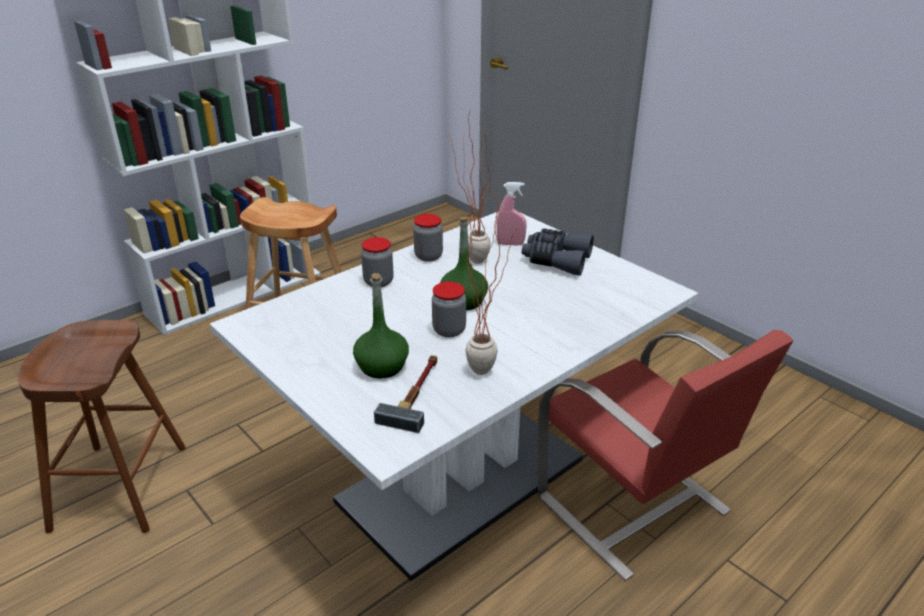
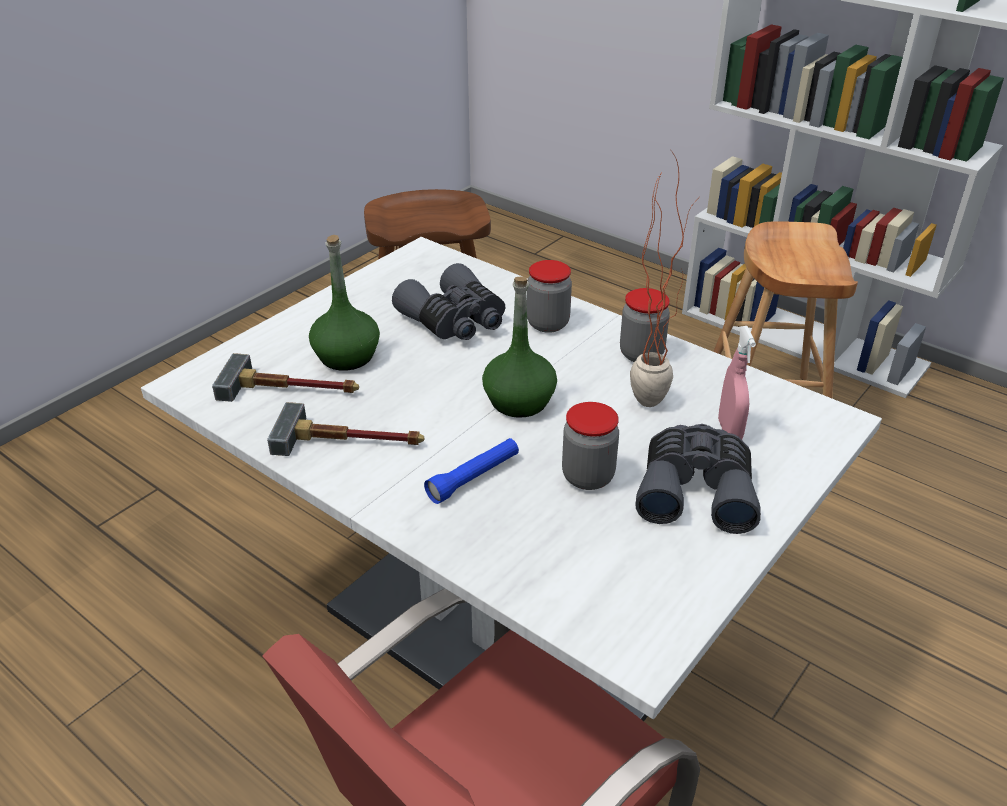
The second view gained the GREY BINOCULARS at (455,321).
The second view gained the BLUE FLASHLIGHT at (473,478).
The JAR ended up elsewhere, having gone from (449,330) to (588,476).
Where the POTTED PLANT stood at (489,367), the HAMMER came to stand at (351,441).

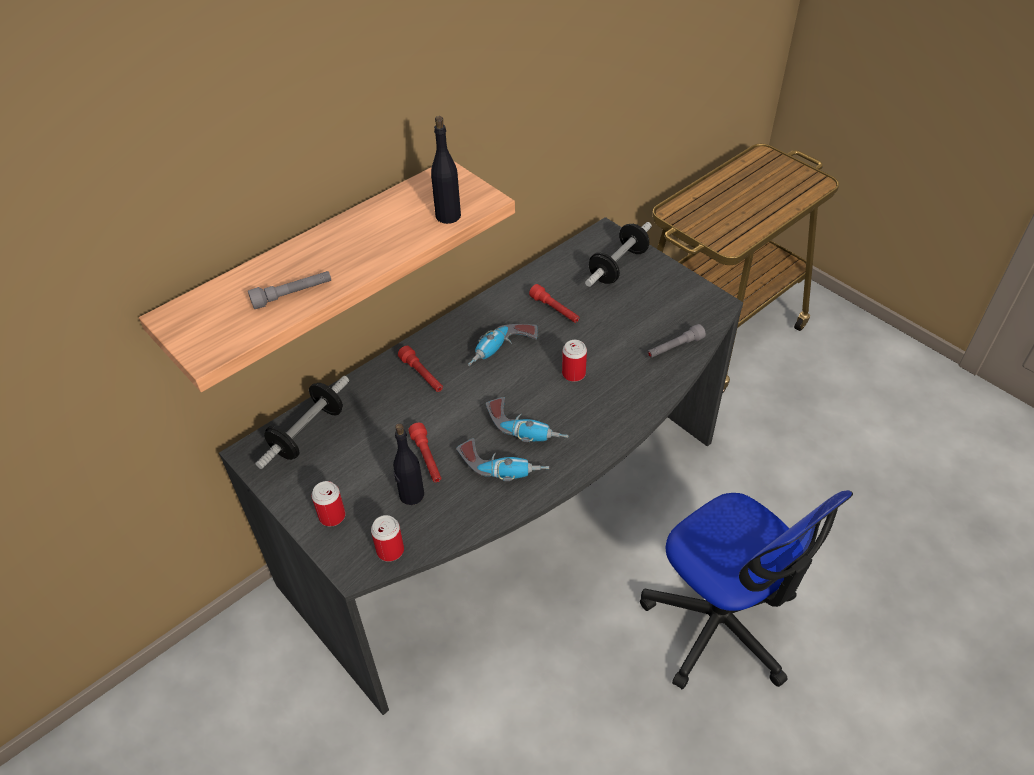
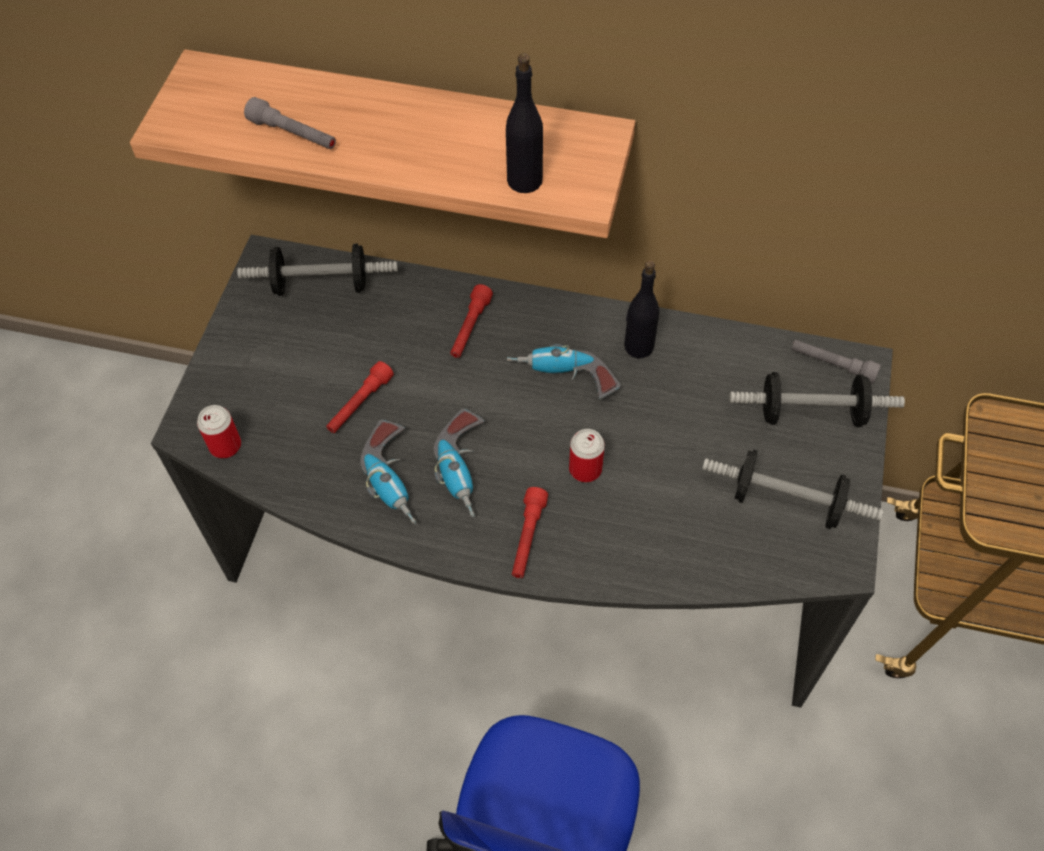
The second view lost the CAN at (332,516).
The second view gained the DUMBBELL at (786,502).
The BLACK BOTTLE ended up elsewhere, having gone from (411,495) to (638,346).
The RED FLASHLIGHT ended up elsewhere, having gone from (555,310) to (527,538).
The GREY FLASHLIGHT ended up elsewhere, having gone from (674,348) to (832,365).

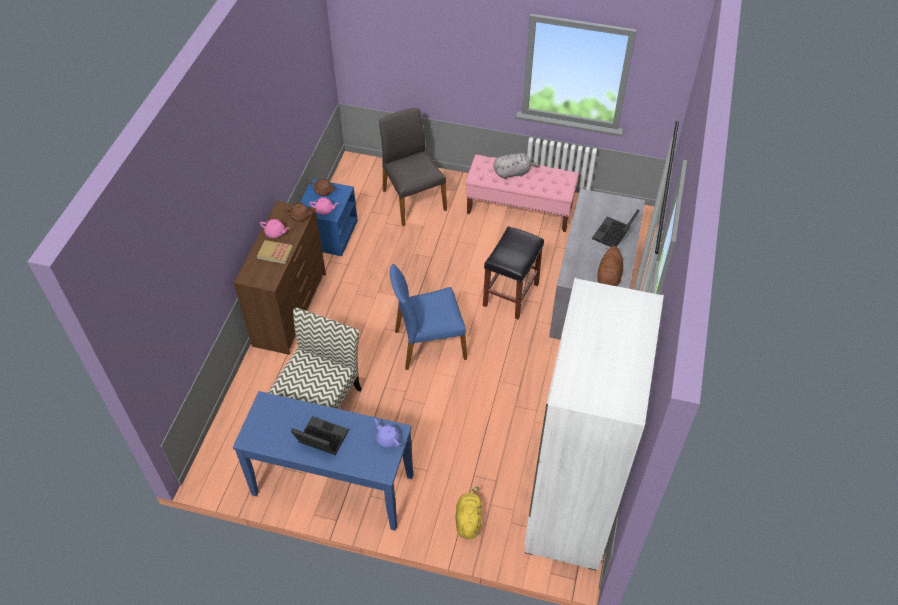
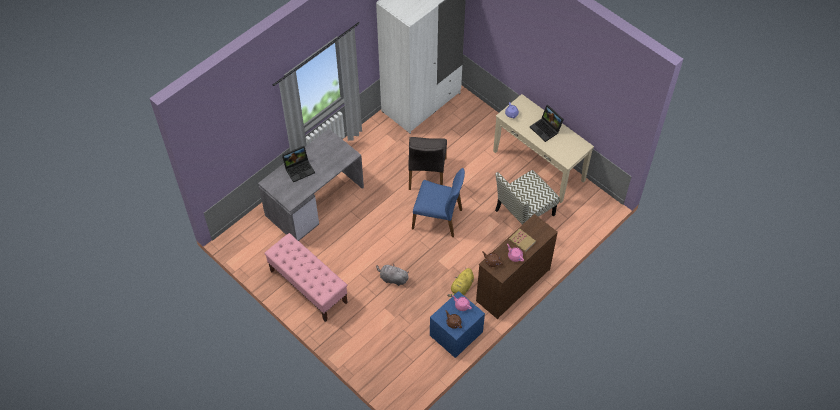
The second view lost the BLACK STOOL at (510,294).
The second view lost the BROWN PLUSH TOY at (608,278).
The GREY CHAIR ended up elsewhere, having gone from (413,200) to (426,174).
The YELLOW PLUSH TOY ended up elsewhere, having gone from (468,519) to (461,288).
The GREY PLUSH TOY ended up elsewhere, having gone from (513,173) to (392,278).
What was the BLUE CONSOLE TABLE at (332,485) turned into the BEIGE CONSOLE TABLE at (539,165).

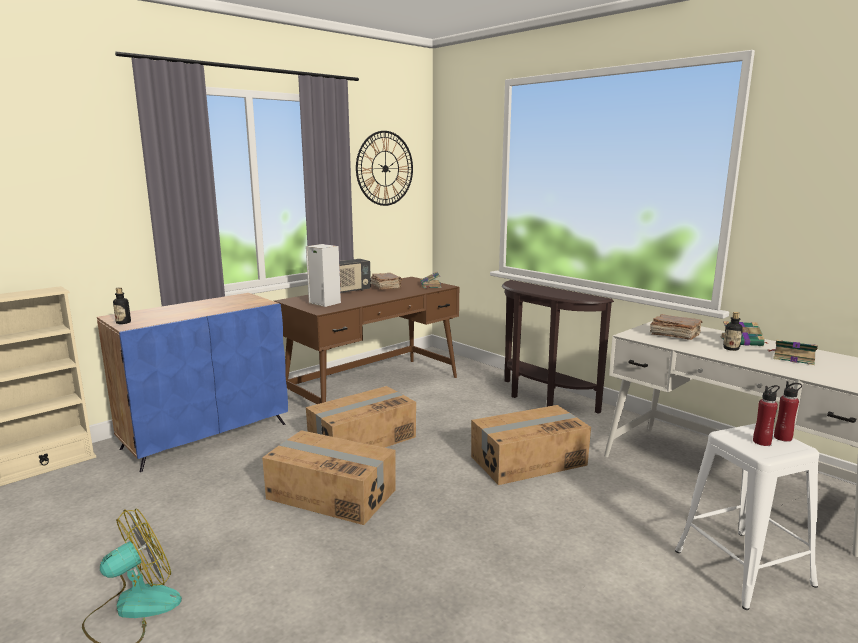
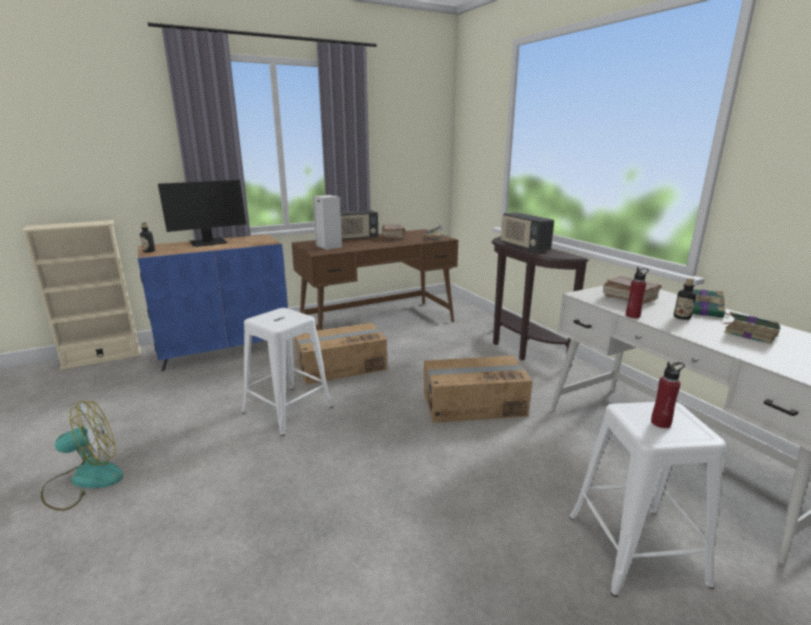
The second view lost the WALL CLOCK at (385,168).
The second view gained the MONITOR at (208,243).
The second view gained the RADIO at (524,247).
The RED BOTTLE ended up elsewhere, having gone from (783,438) to (633,316).
Where the CARDBOARD BOX stood at (331,494), the WHITE STOOL came to stand at (288,409).

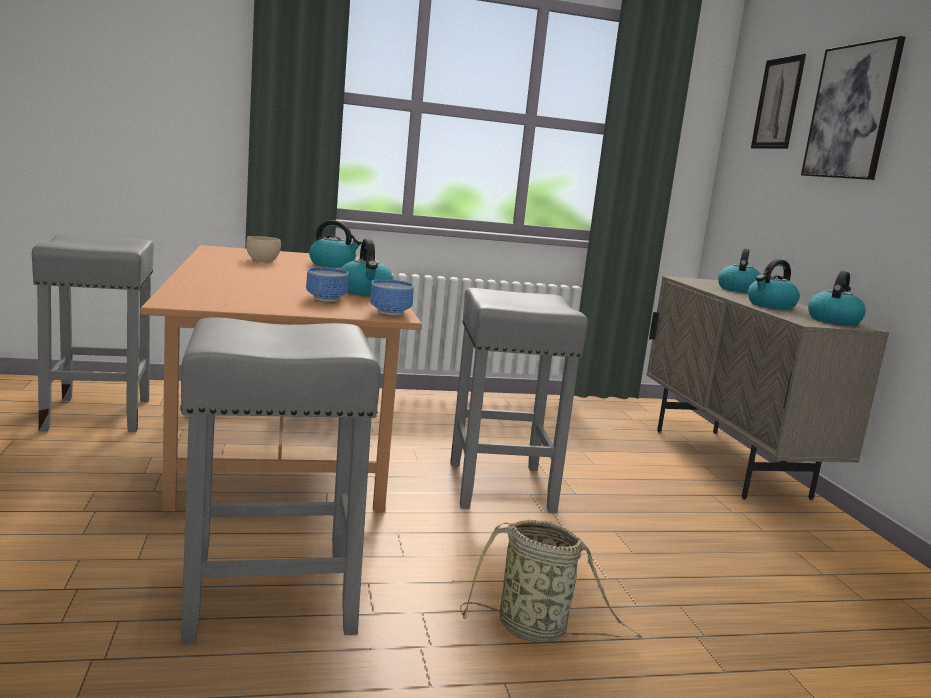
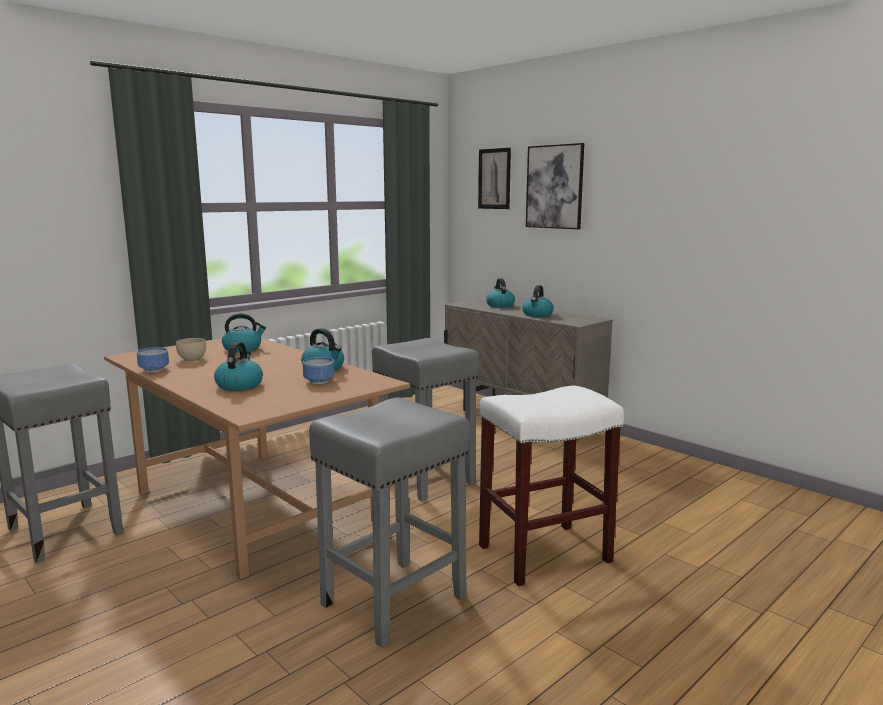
The BOWL ended up elsewhere, having gone from (390,312) to (153,369).
The KETTLE ended up elsewhere, having gone from (833,320) to (239,385).
Where the BASKET stood at (537,630), the WHITE STOOL came to stand at (545,553).

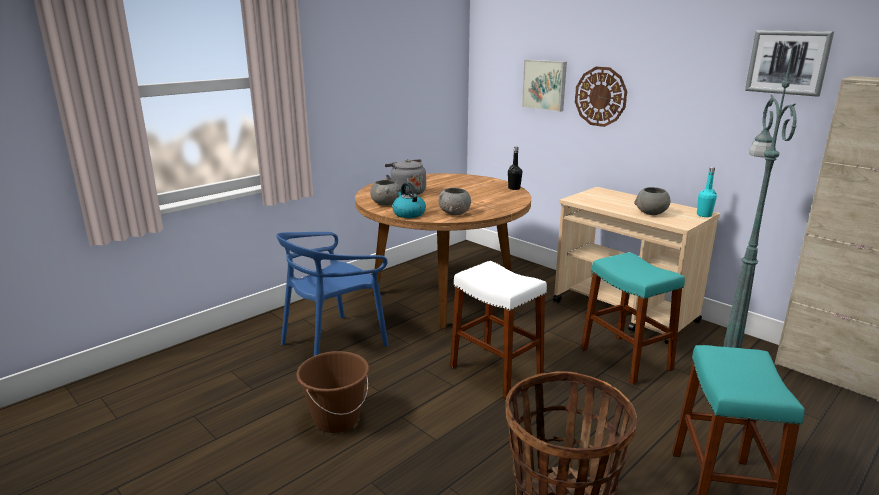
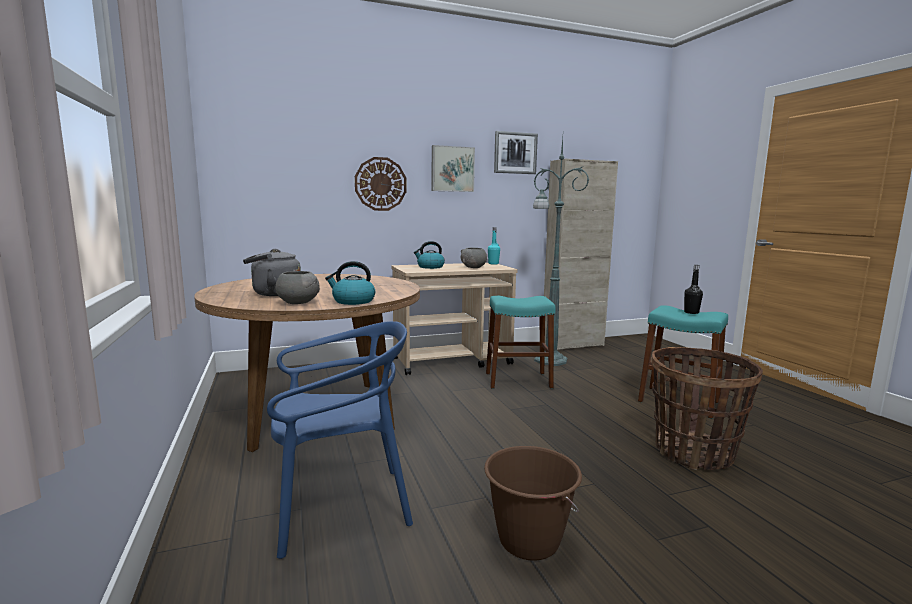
The second view lost the GREY BOWL at (454,213).
The second view lost the WHITE STOOL at (496,371).
The second view gained the KETTLE at (430,267).
The BLACK BOTTLE ended up elsewhere, having gone from (514,188) to (691,312).
The PICTURE ended up elsewhere, having gone from (545,85) to (452,169).
The BLUE CHAIR at (334,342) ended up facing another way, 90 degrees counterclockwise from before.

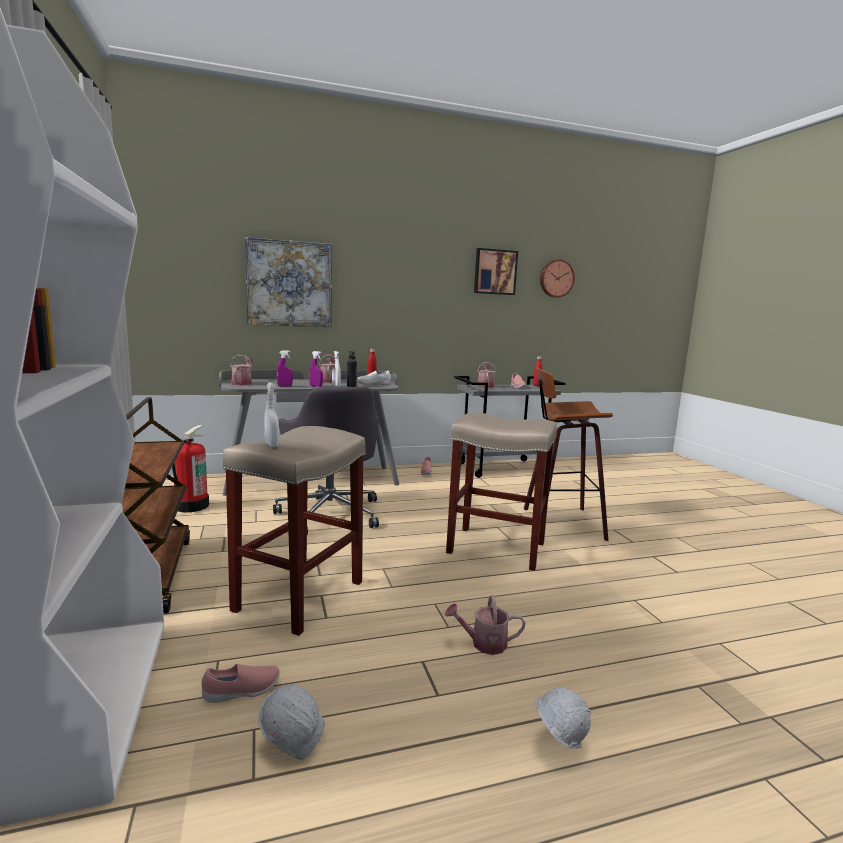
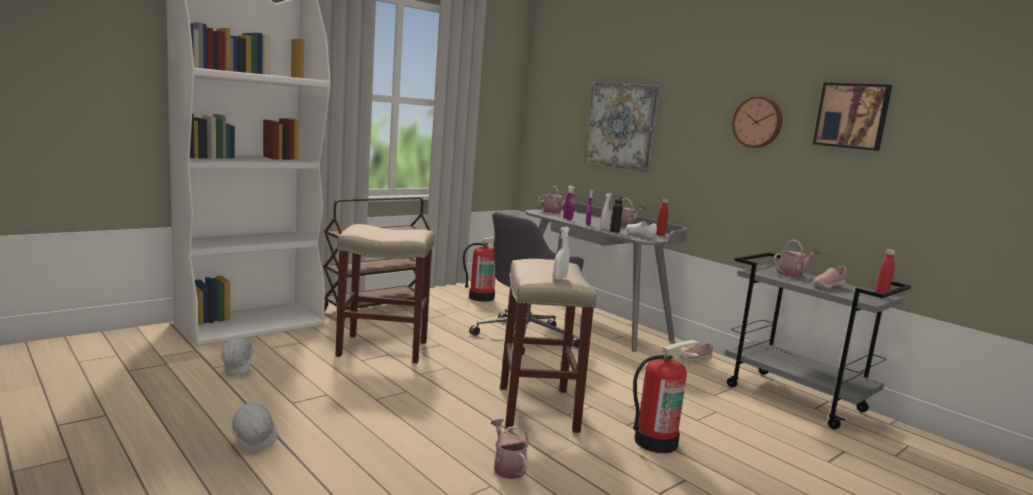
The second view lost the PINK SHOE at (242,692).
The WHITE SPRAY BOTTLE ended up elsewhere, having gone from (272,445) to (560,278).
The WATERING CAN ended up elsewhere, having gone from (483,643) to (507,467).
The WALL CLOCK ended up elsewhere, having gone from (556,278) to (758,122).
Where the STOOL stood at (559,522), the FIRE EXTINGUISHER came to stand at (655,441).

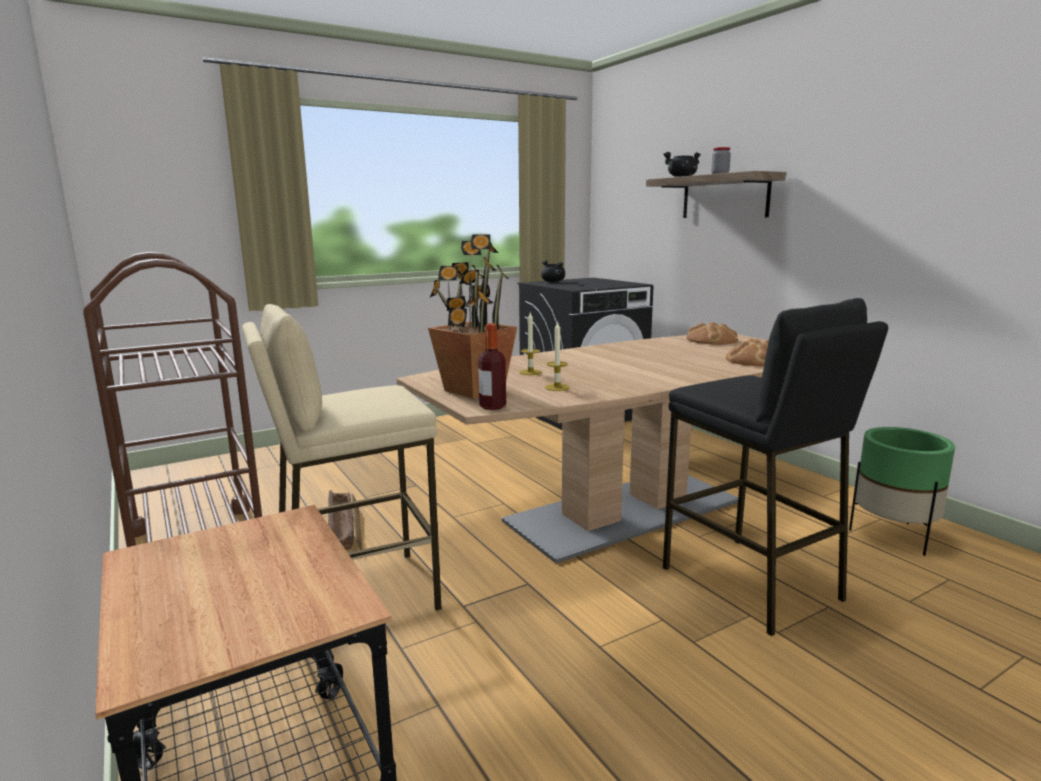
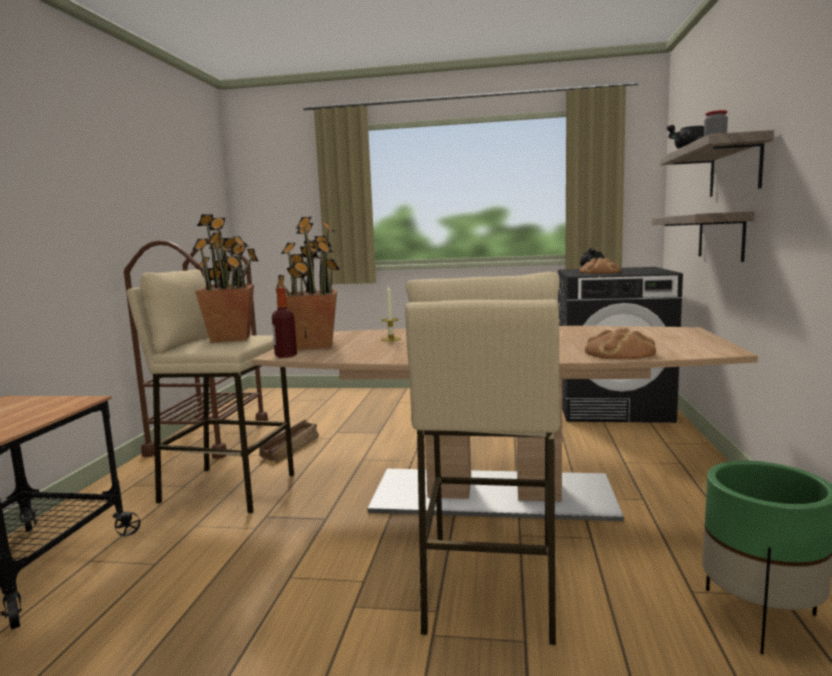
The second view lost the CANDLE at (557,387).
The second view gained the POTTED PLANT at (231,338).
The second view gained the SHELF at (720,236).
The BREAD ended up elsewhere, having gone from (712,340) to (600,272).
What was the BLACK STOOL at (751,583) turned into the BEIGE STOOL at (489,589).

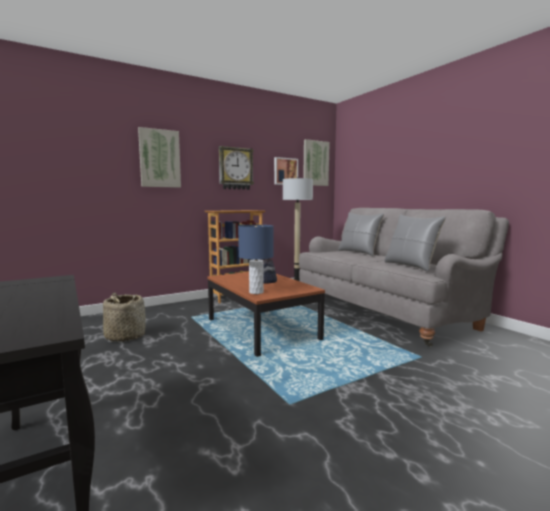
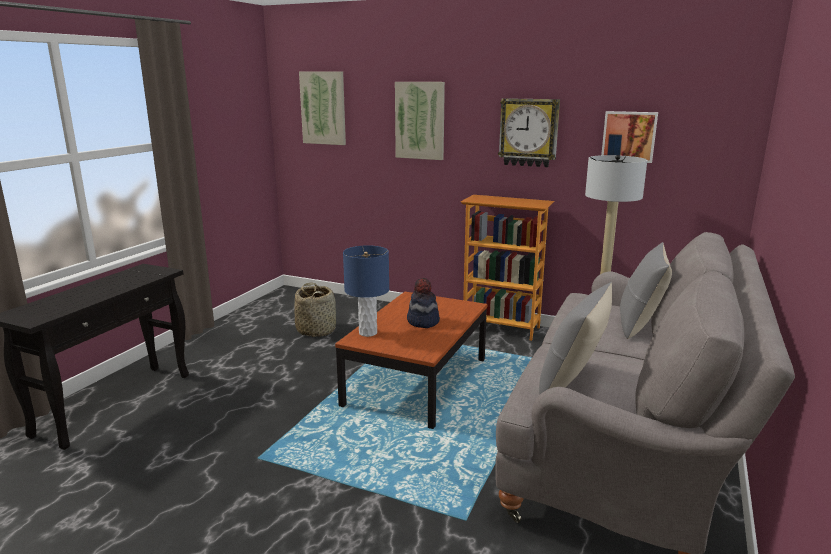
The PICTURE ended up elsewhere, having gone from (315,163) to (323,108).

